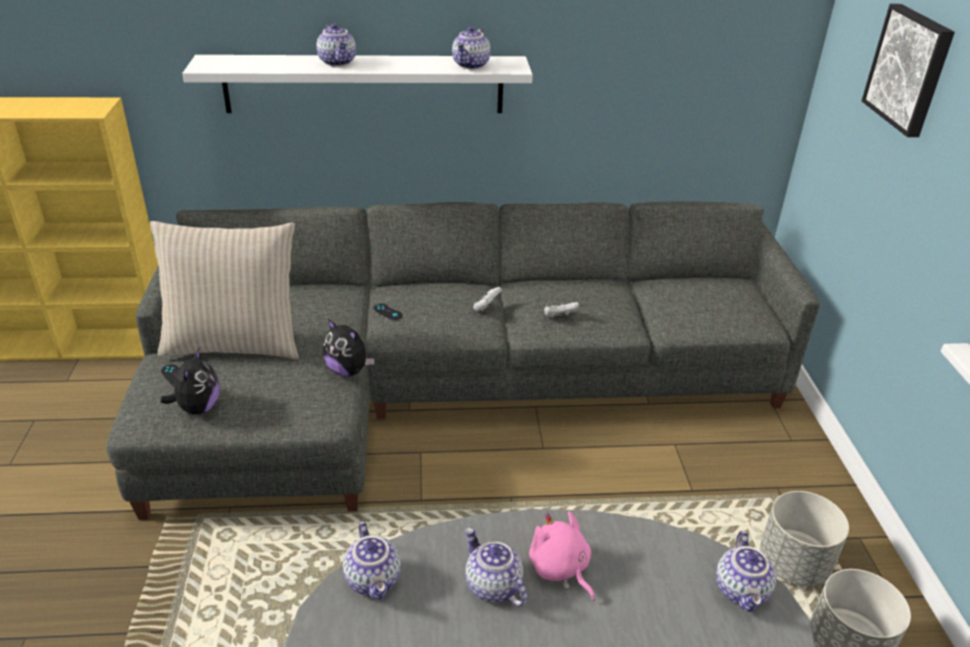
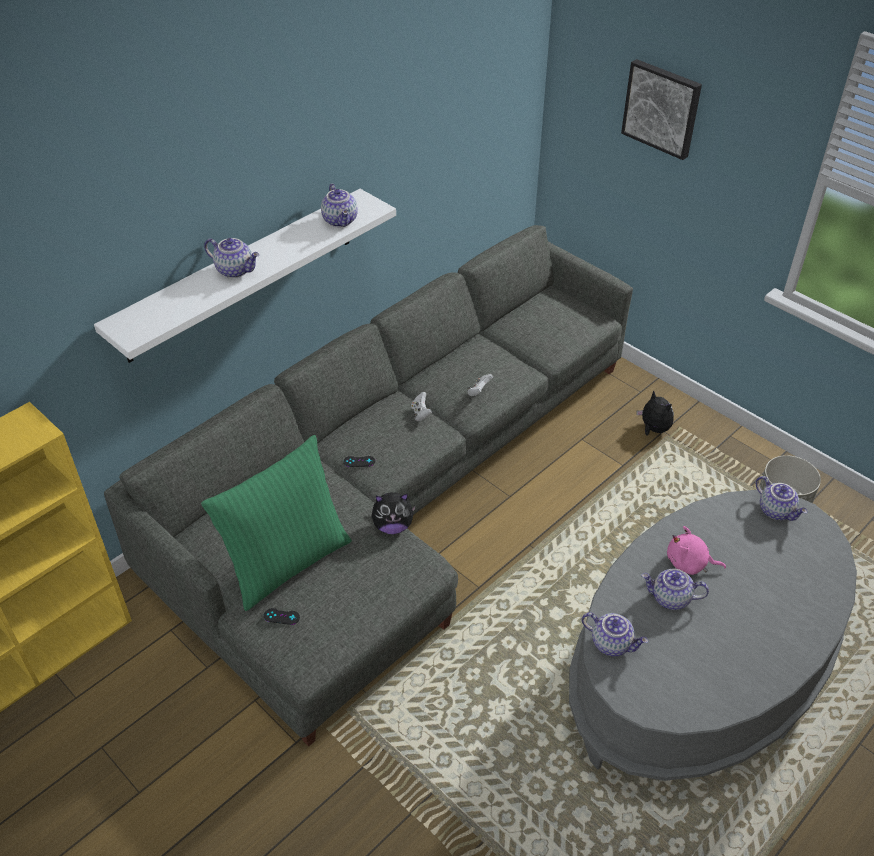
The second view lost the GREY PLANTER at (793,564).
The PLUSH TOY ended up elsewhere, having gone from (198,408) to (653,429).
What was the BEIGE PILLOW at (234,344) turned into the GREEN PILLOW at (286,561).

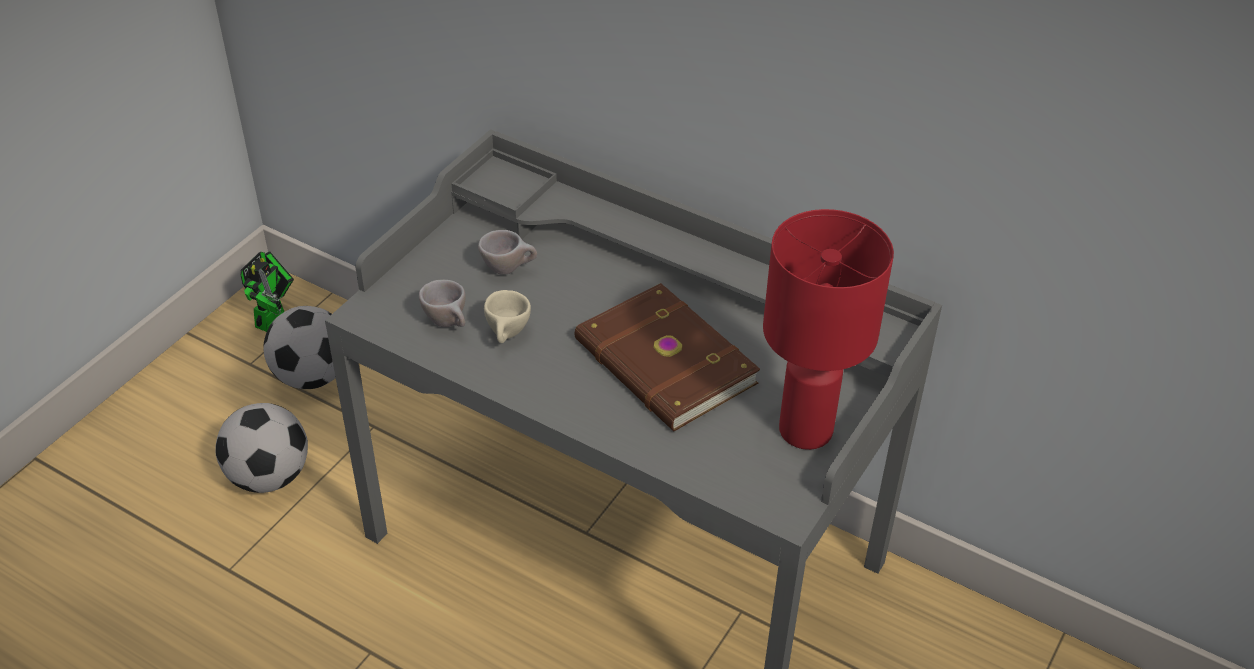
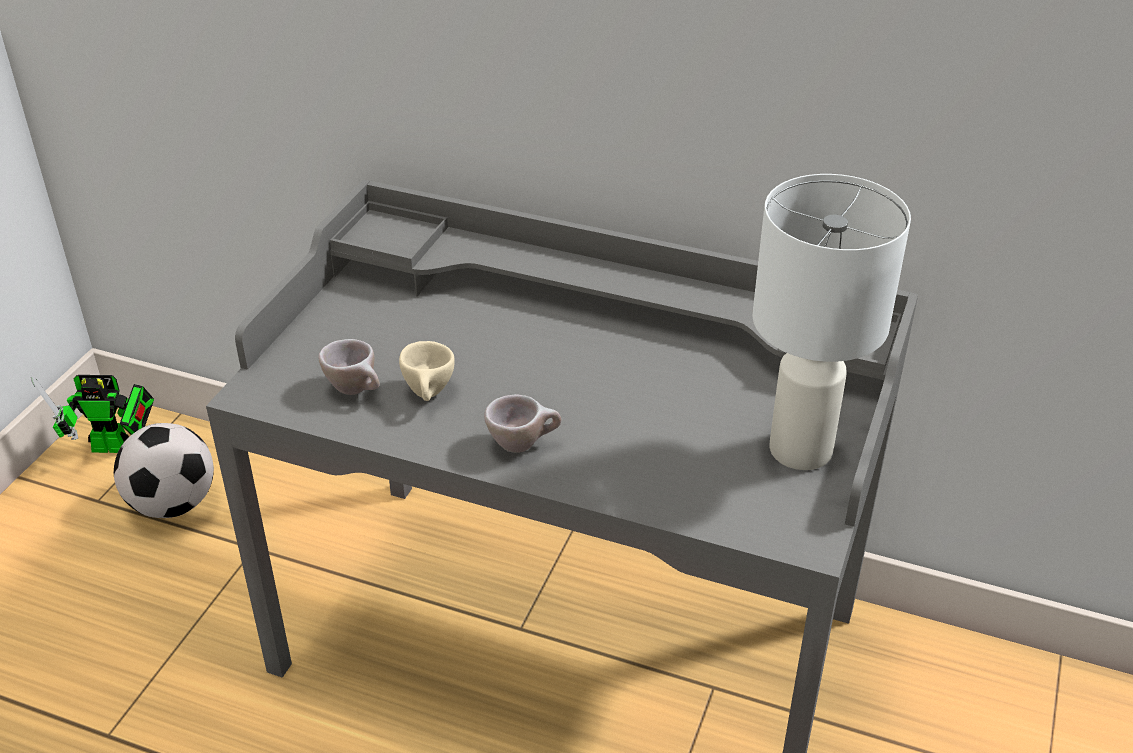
The second view lost the FOOTBALL at (269,476).
The second view lost the BROWN BOOK at (663,364).
The BEIGE CUP ended up elsewhere, having gone from (509,269) to (523,444).
What was the RED TABLE LAMP at (806,431) turned into the WHITE TABLE LAMP at (801,451).
The TOY ROBOT at (273,317) ended up facing another way, 75 degrees clockwise from before.

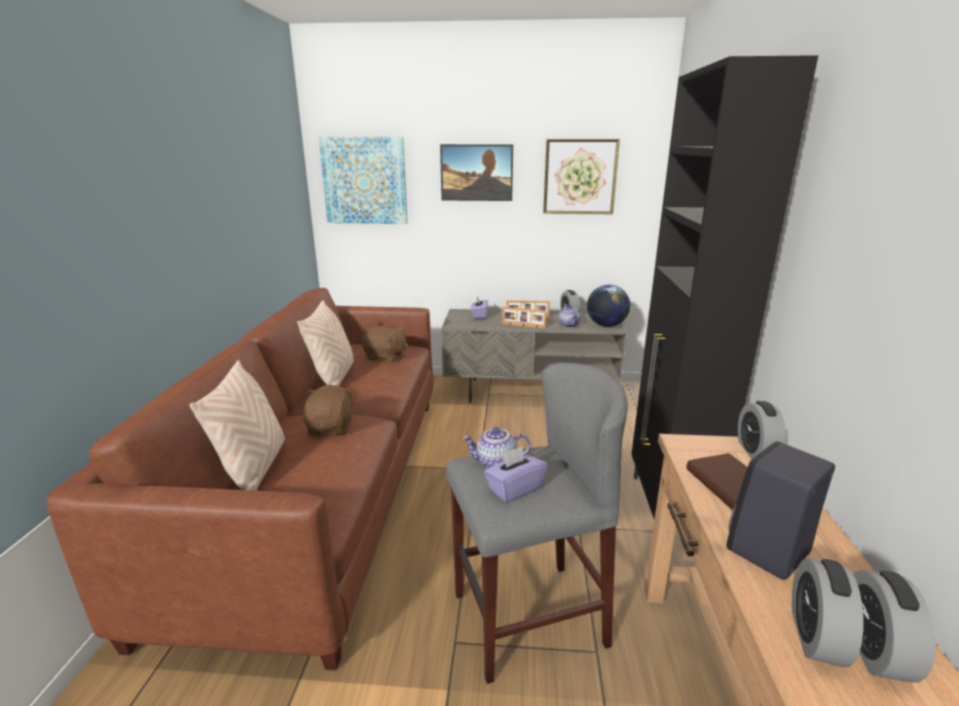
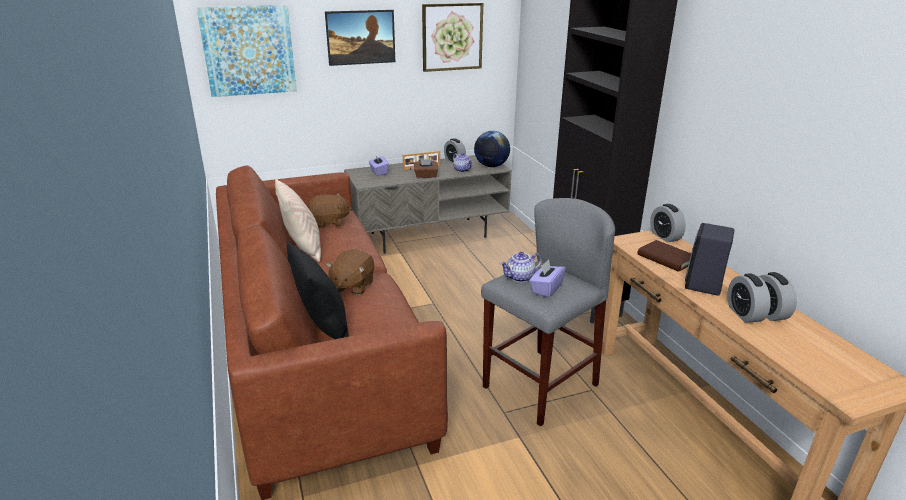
Where the PICTURE FRAME stood at (523,326), the BROWN TISSUE BOX came to stand at (426,176).
What was the BEIGE PILLOW at (254,469) turned into the BLACK PILLOW at (323,328).
The BROWN PLUSH TOY at (331,427) ended up facing another way, 135 degrees counterclockwise from before.

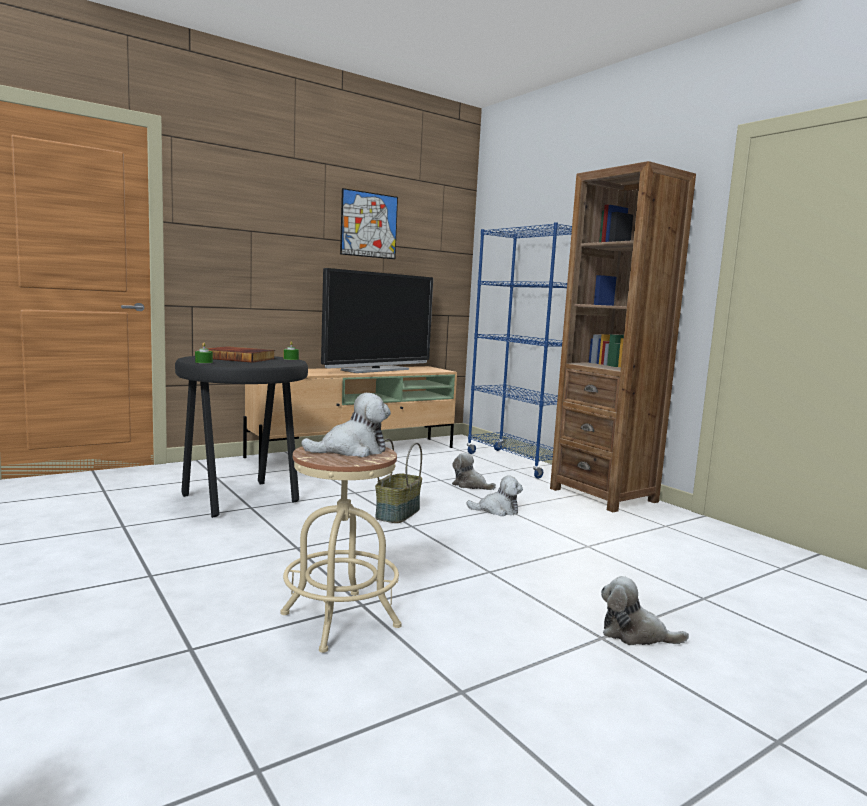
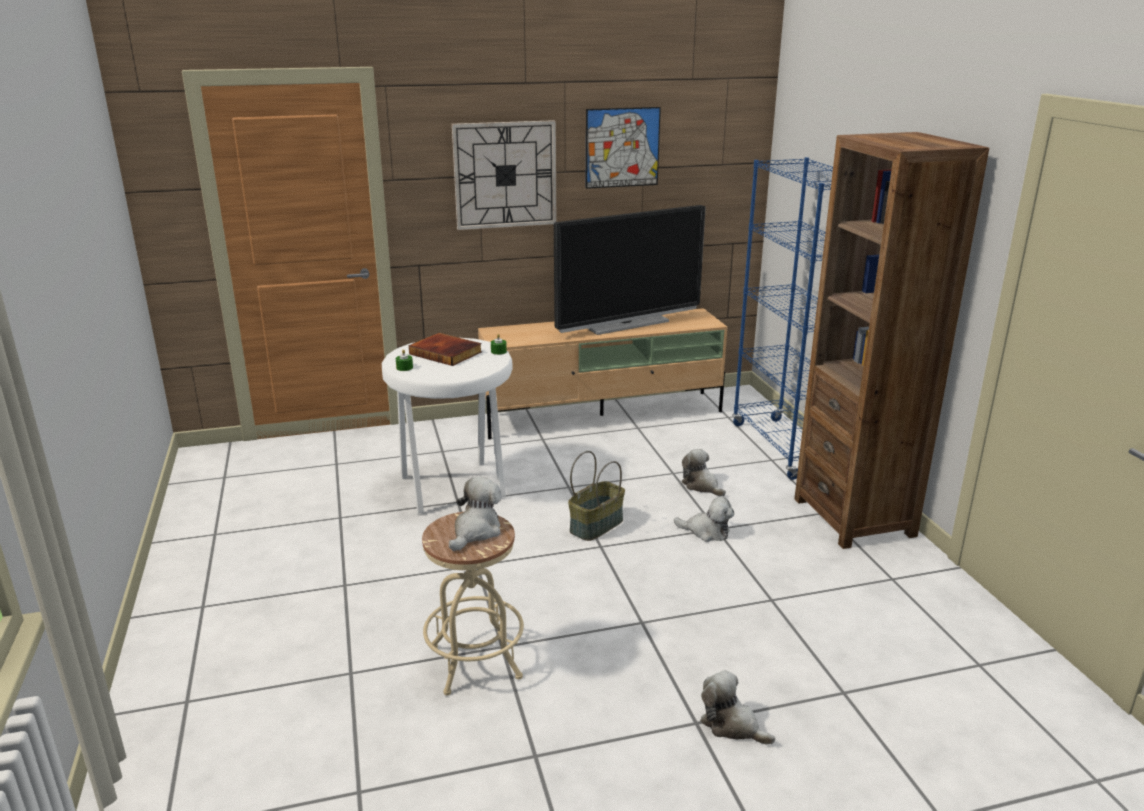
The second view gained the WALL CLOCK at (505,175).
What was the BLACK STOOL at (243,499) turned into the WHITE STOOL at (455,488).
The PLUSH TOY at (352,450) ended up facing another way, 60 degrees counterclockwise from before.

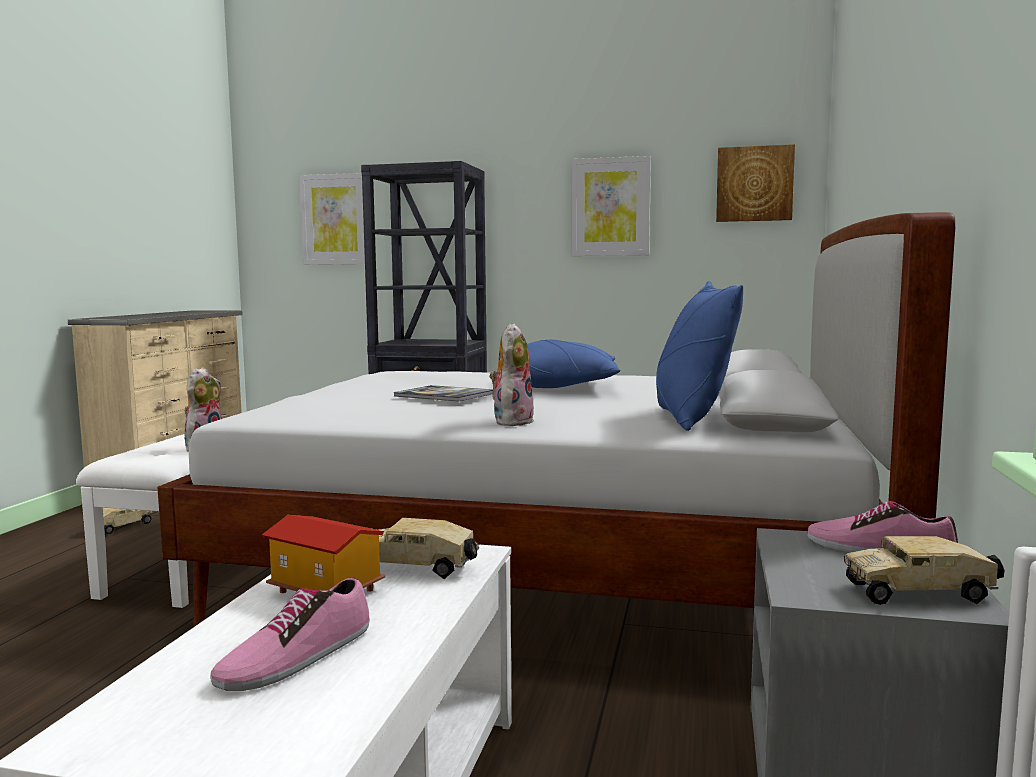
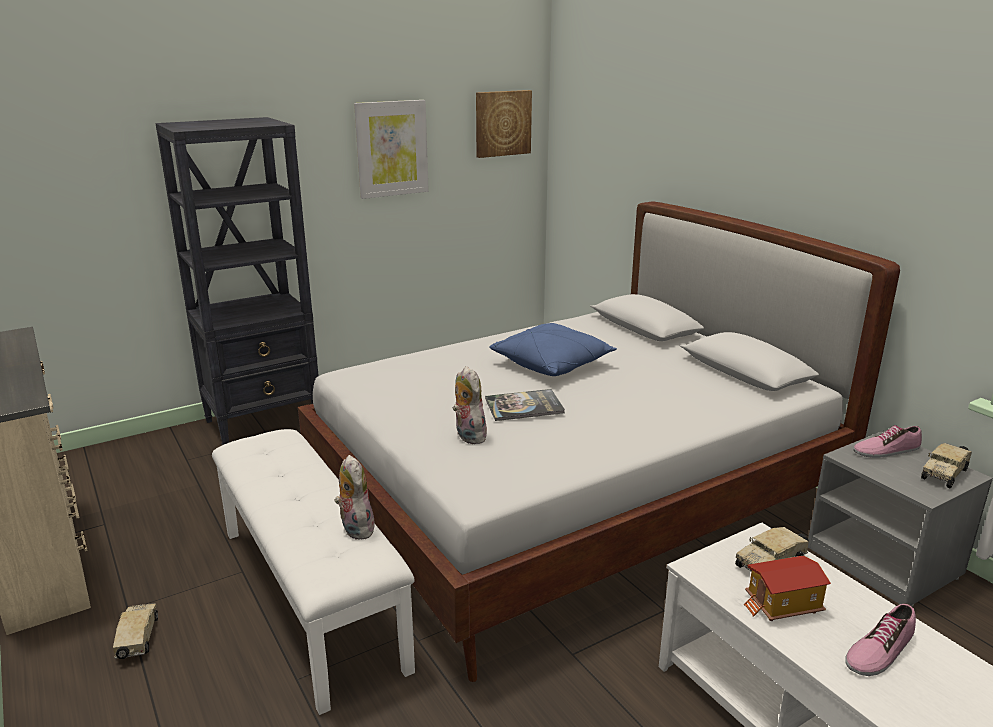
The second view lost the PICTURE at (336,219).
The second view lost the BLUE PILLOW at (691,419).
The PLUSH TOY ended up elsewhere, having gone from (511,421) to (468,436).
The SHOE at (296,657) ended up facing another way, 60 degrees clockwise from before.

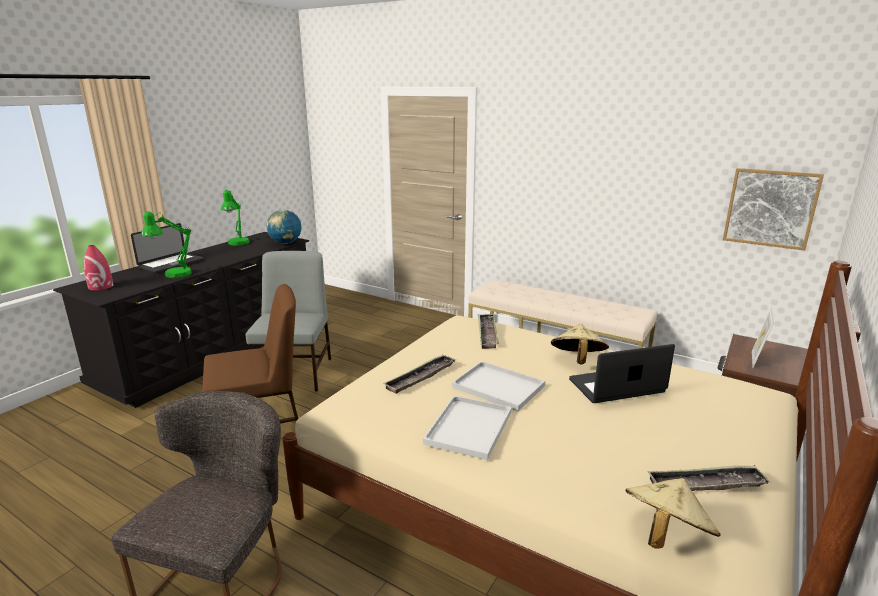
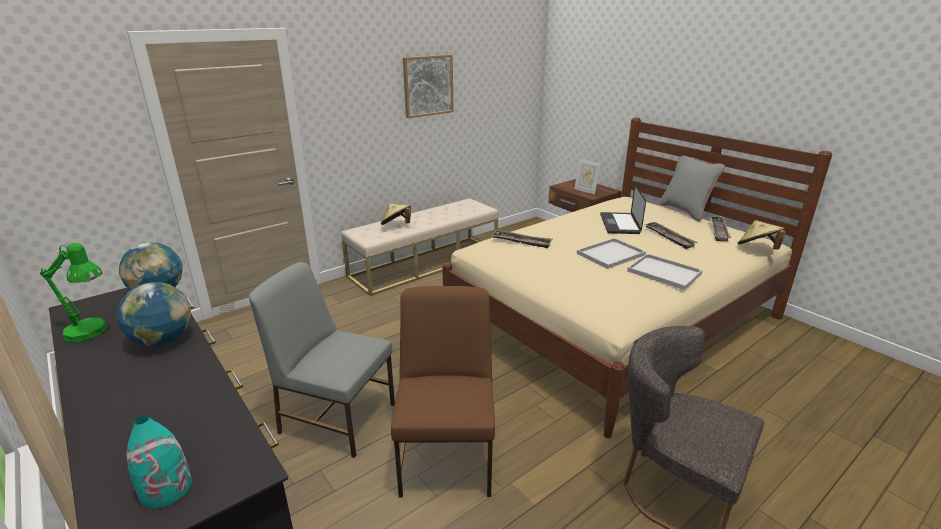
The second view lost the LAPTOP at (171,264).
The second view lost the GREEN TABLE LAMP at (173,275).
The second view gained the GLOBE at (163,340).
The second view gained the GREY PILLOW at (685,211).
The TRAY ended up elsewhere, having gone from (420,377) to (669,237).
The BEIGE HAT ended up elsewhere, having gone from (577,360) to (396,225).
The PICTURE ended up elsewhere, having gone from (770,208) to (428,85).
What was the RED VASE at (101,287) turned into the TURQUOISE VASE at (167,488).

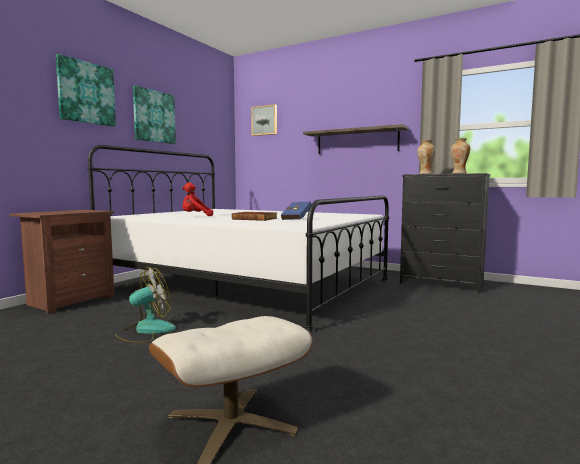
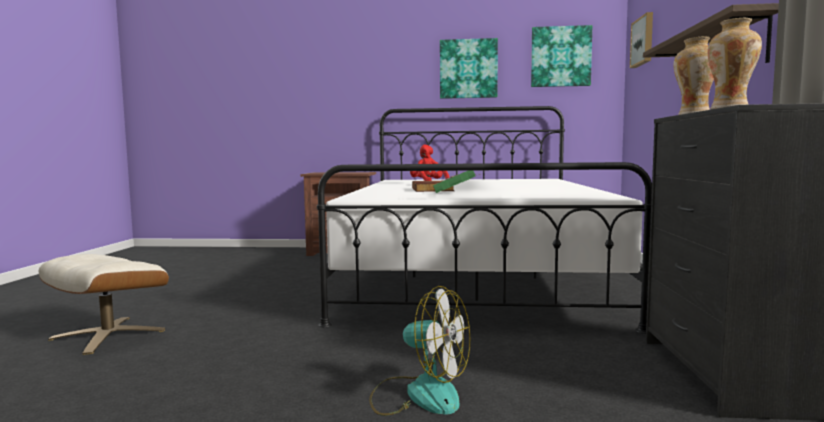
The PICTURE ended up elsewhere, having gone from (86,93) to (560,57).
The FAN ended up elsewhere, having gone from (146,331) to (419,394).
What was the BLUE BOOK at (297,219) turned into the GREEN BOOK at (455,193).

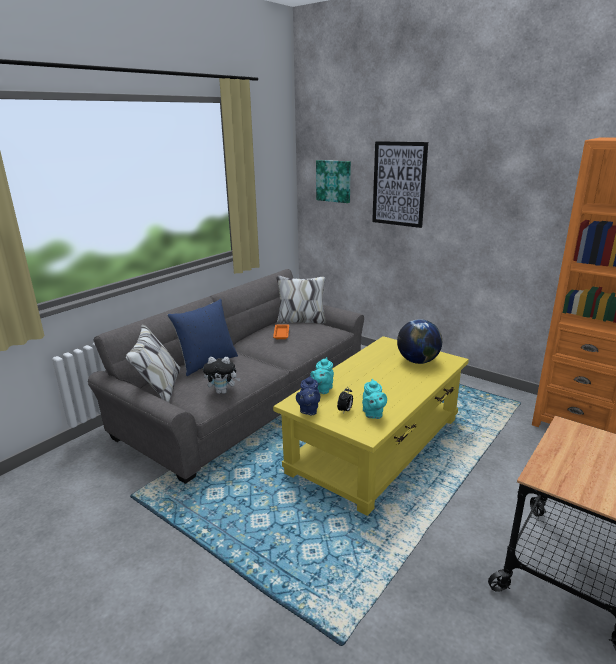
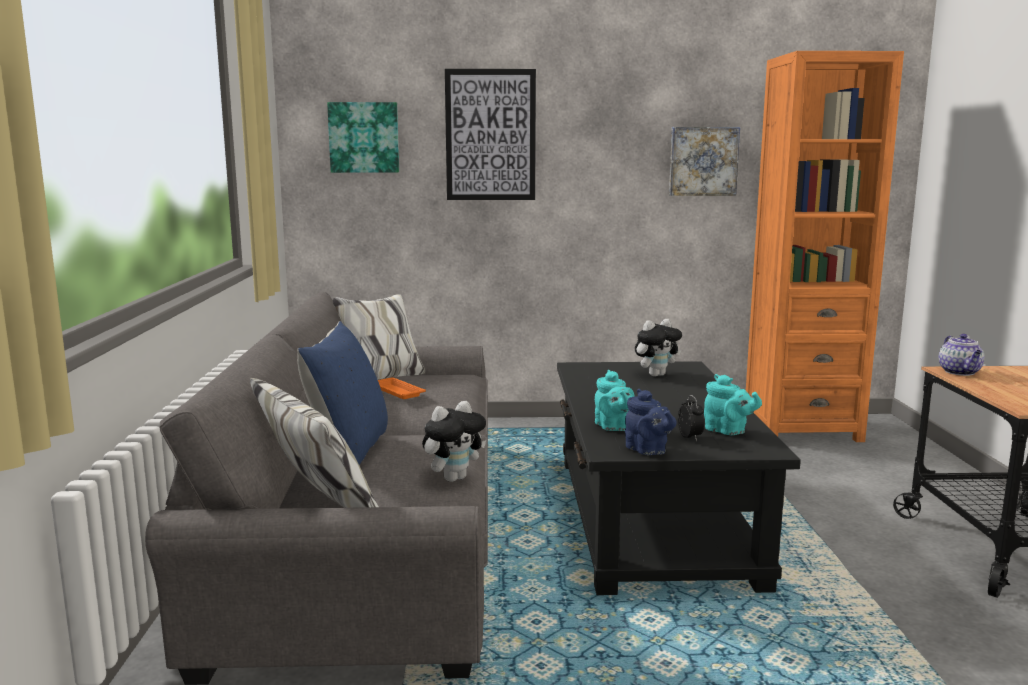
The second view gained the PICTURE at (703,161).
The second view gained the TEAPOT at (960,372).
Where the GLOBE stood at (418,361), the PLUSH TOY came to stand at (656,375).
What was the YELLOW COFFEE TABLE at (377,444) turned into the BLACK COFFEE TABLE at (652,517).

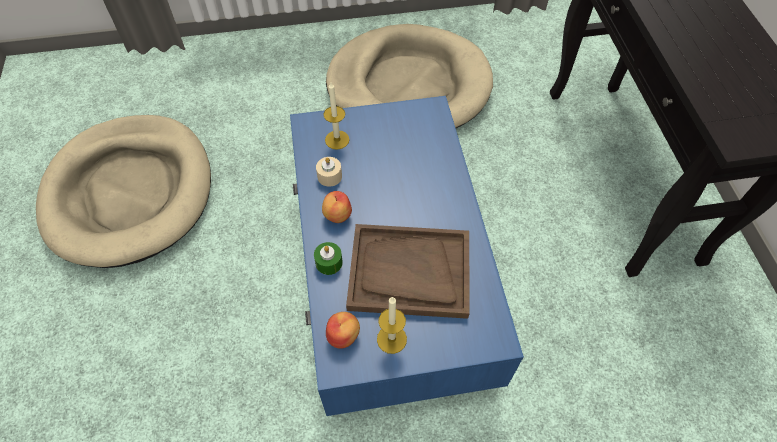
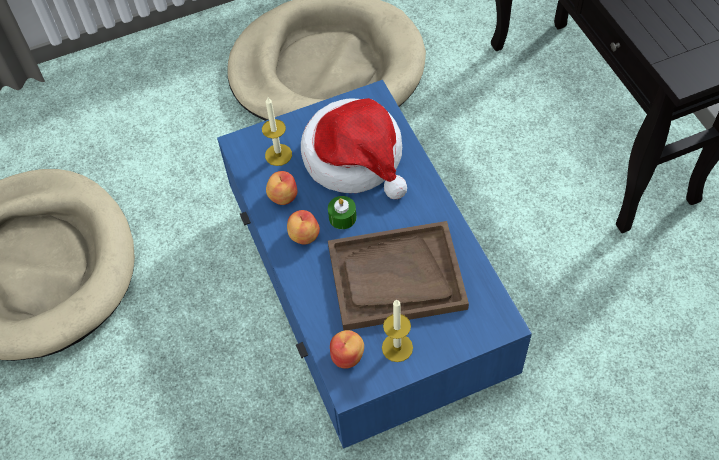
The second view gained the HAT at (355,158).
The GREEN CANDLE ended up elsewhere, having gone from (329,262) to (342,217).
Where the BEIGE CANDLE stood at (329,176), the APPLE came to stand at (283,196).

